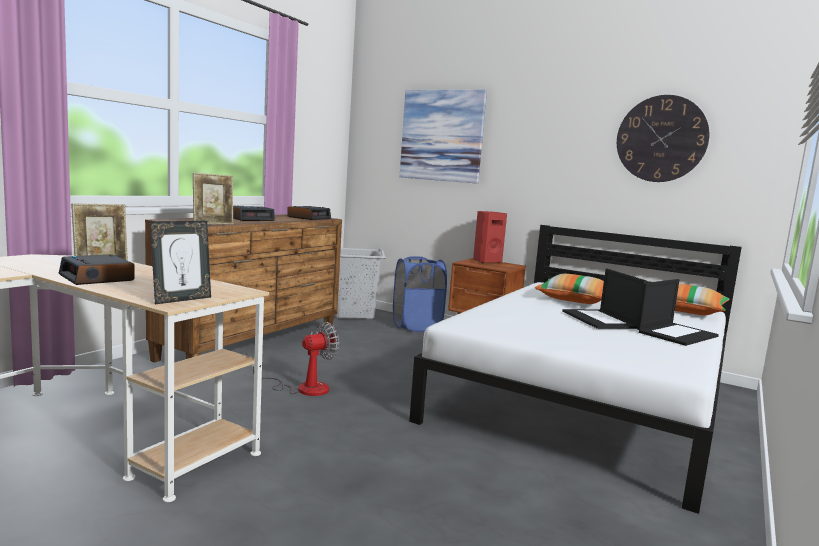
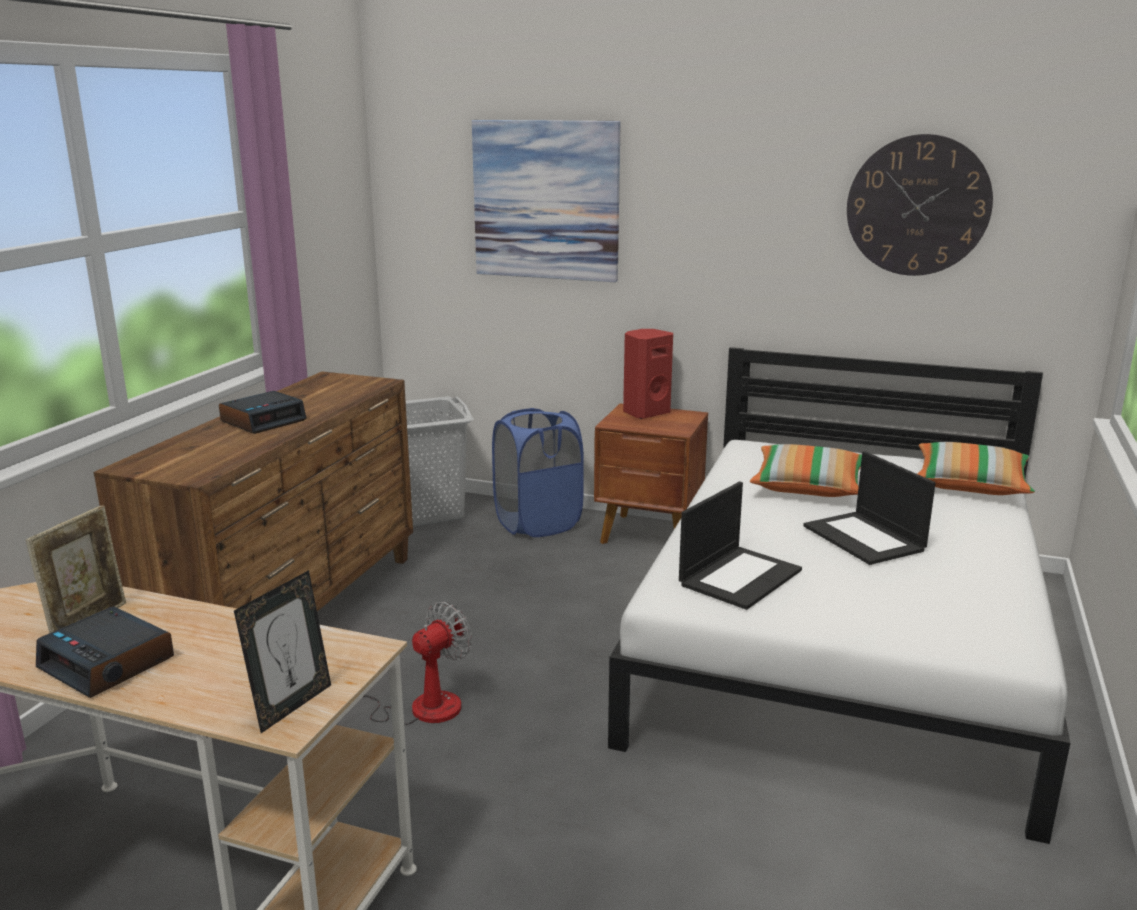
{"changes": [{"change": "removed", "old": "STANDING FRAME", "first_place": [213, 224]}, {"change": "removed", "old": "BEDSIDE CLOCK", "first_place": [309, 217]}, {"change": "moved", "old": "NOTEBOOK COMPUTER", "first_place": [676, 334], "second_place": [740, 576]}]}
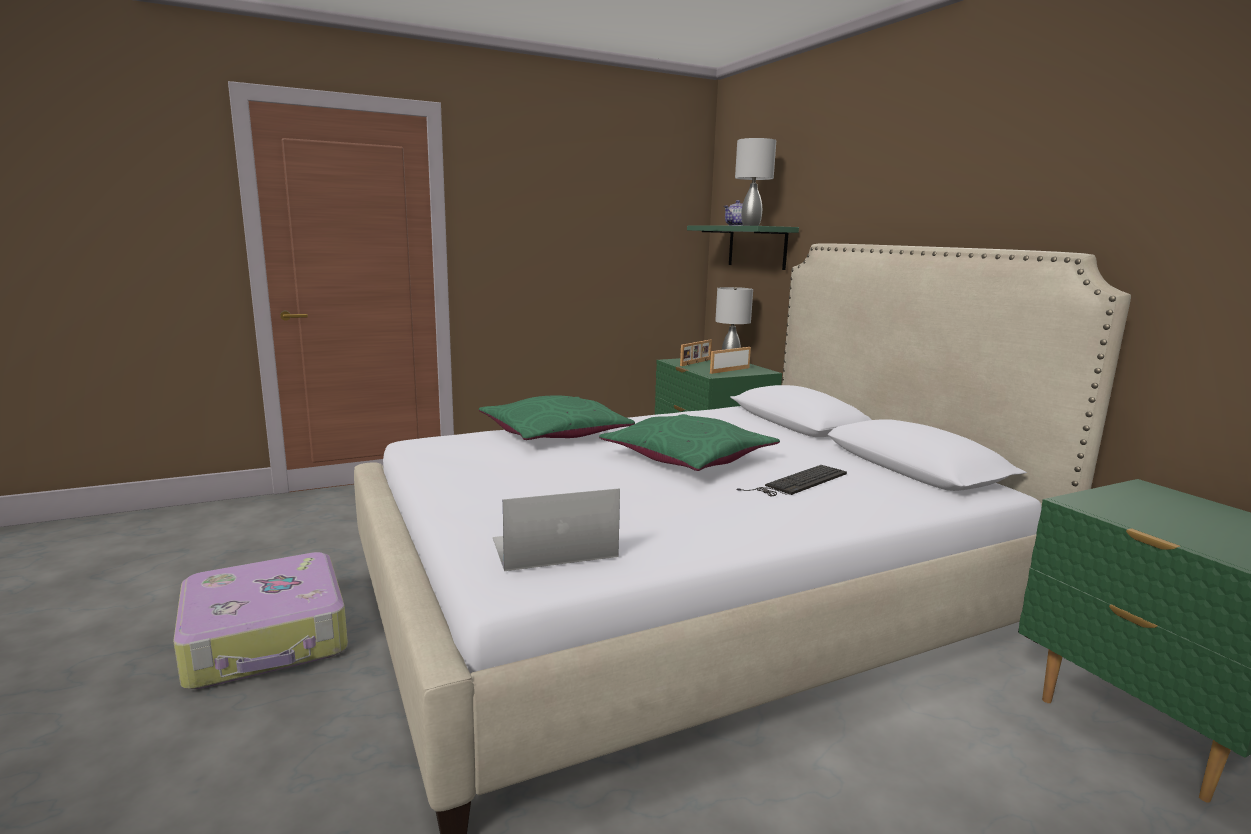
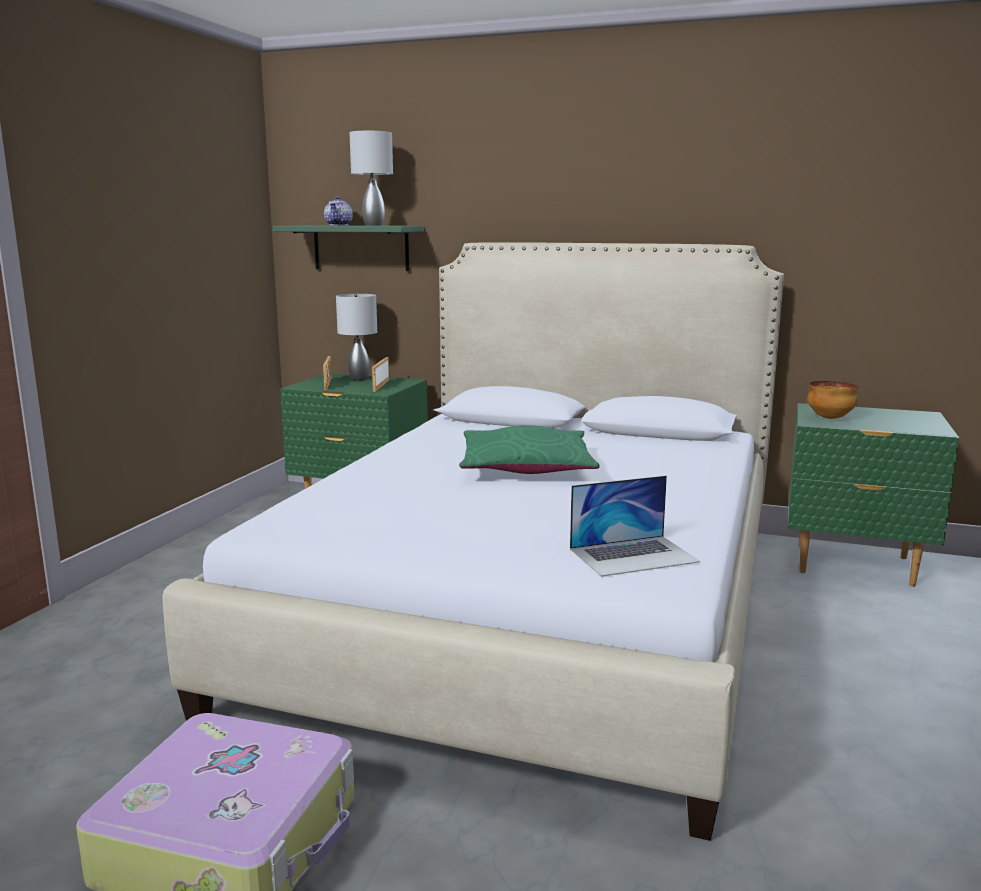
{"changes": [{"change": "removed", "old": "GREENISH THROW PILLOW", "first_place": [554, 433]}, {"change": "removed", "old": "PC KEYBOARD", "first_place": [797, 482]}, {"change": "added", "new": "SERVING BOWL", "second_place": [830, 418]}, {"change": "turned", "old": "NOTEBOOK COMPUTER", "first_place": [553, 547], "second_place": [634, 555], "degrees": -135}]}
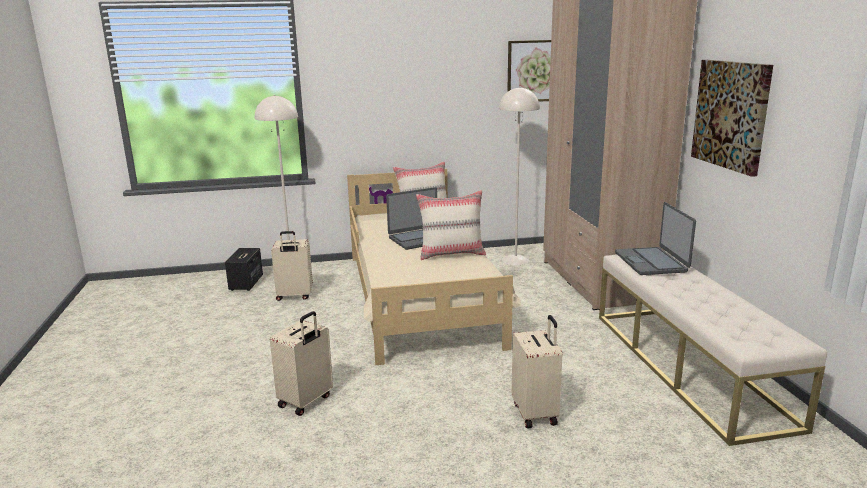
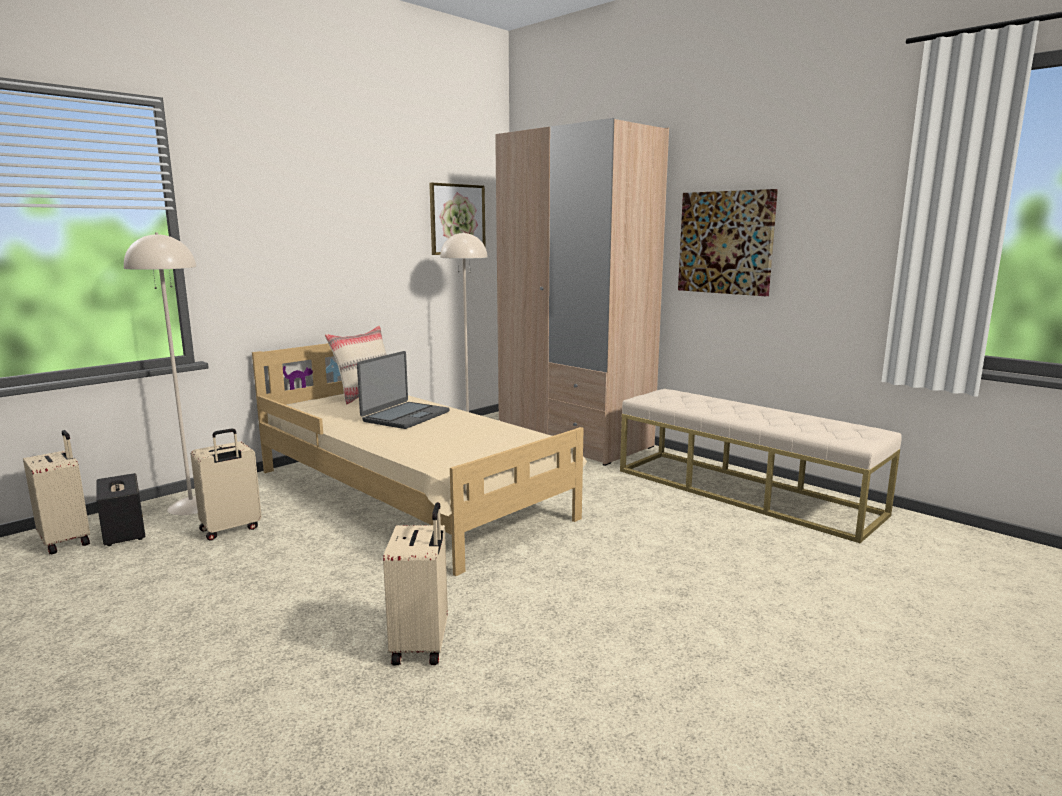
{"changes": [{"change": "removed", "old": "BEIGE-COLOURED THROW PILLOW", "first_place": [452, 254]}, {"change": "removed", "old": "NOTEBOOK COMPUTER", "first_place": [651, 262]}, {"change": "moved", "old": "BEIGE-COLOURED TRAVEL CASE", "first_place": [536, 413], "second_place": [67, 541]}]}
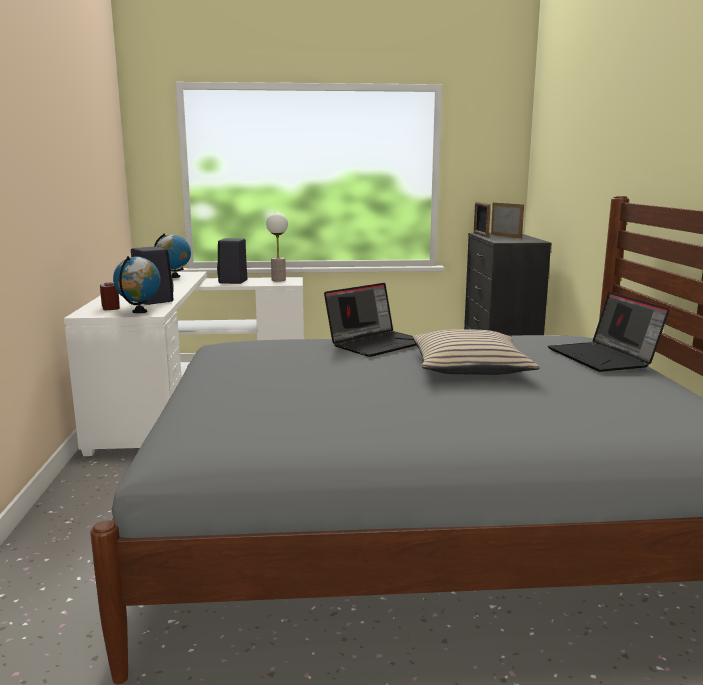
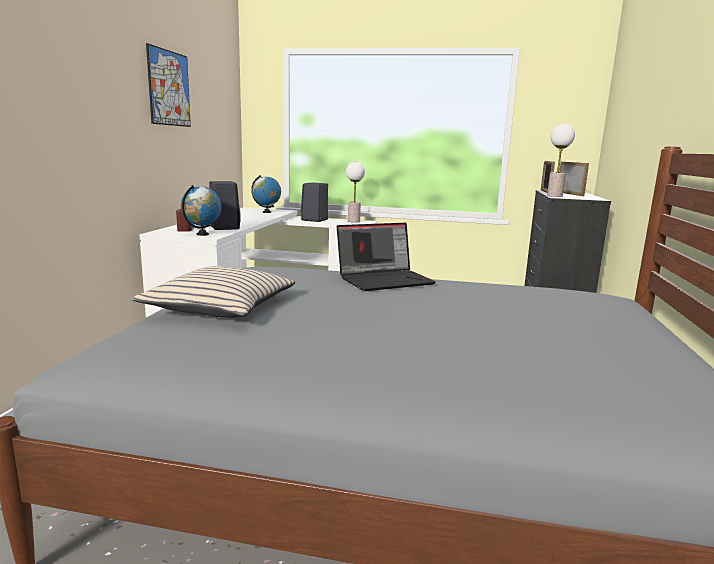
{"changes": [{"change": "removed", "old": "NOTEBOOK COMPUTER", "first_place": [604, 358]}, {"change": "added", "new": "WALL ART", "second_place": [169, 88]}, {"change": "added", "new": "LAMP FOR A TABLE", "second_place": [555, 196]}, {"change": "moved", "old": "BEIGE-COLOURED THROW PILLOW", "first_place": [469, 367], "second_place": [221, 306]}]}
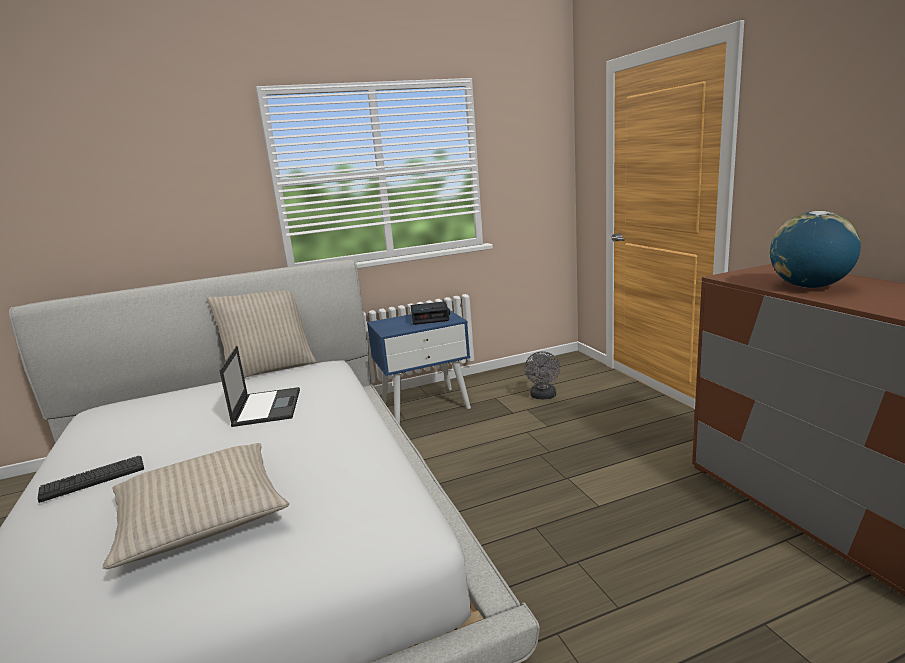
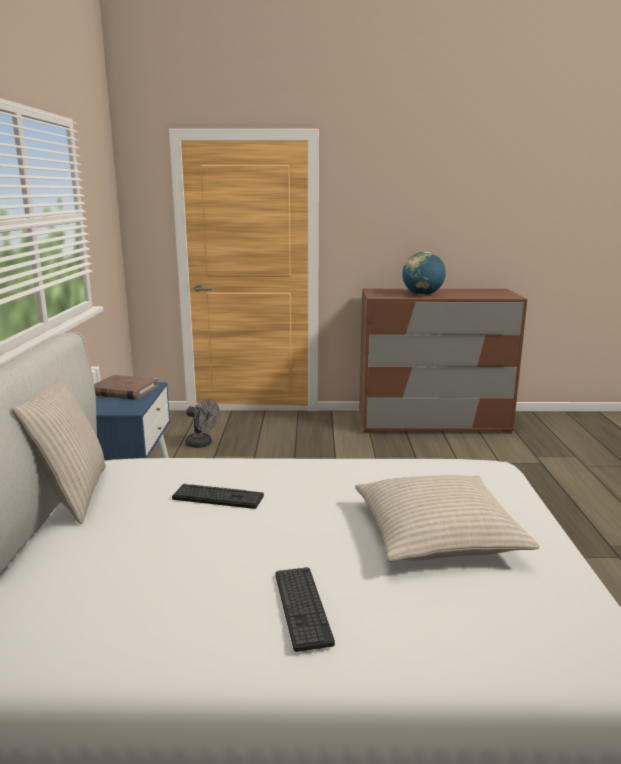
{"changes": [{"change": "replaced", "old": "NOTEBOOK COMPUTER", "new": "PC KEYBOARD", "first_place": [267, 407], "second_place": [218, 497]}, {"change": "replaced", "old": "BEDSIDE CLOCK", "new": "BROWN-COLOURED BOUND BOOK", "first_place": [430, 318], "second_place": [124, 391]}]}
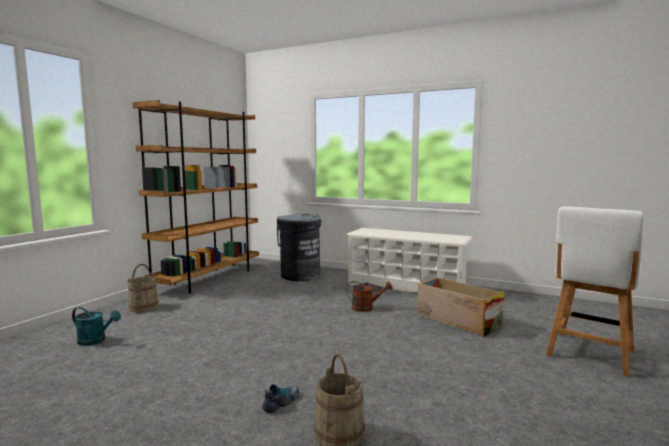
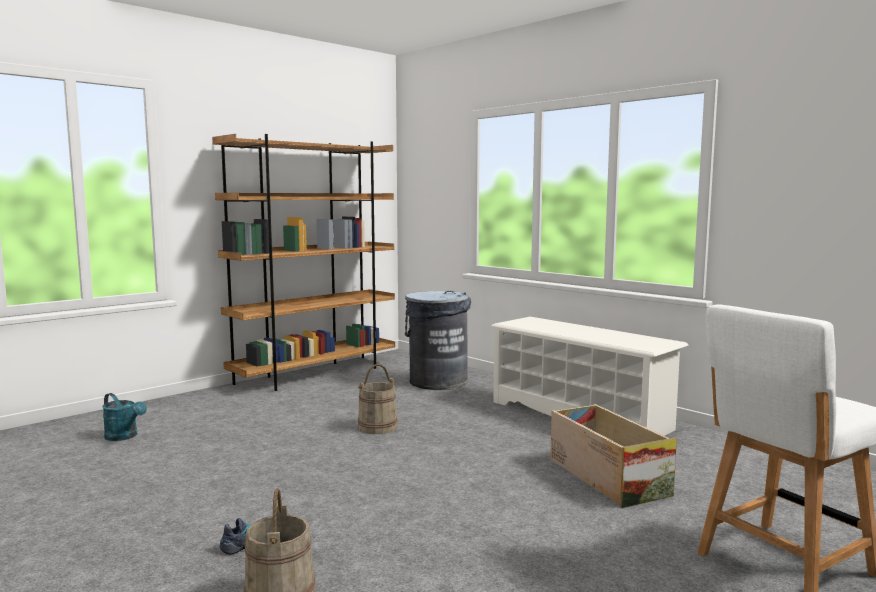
{"changes": [{"change": "removed", "old": "BROWN-COLOURED SPRINKLING CAN", "first_place": [366, 308]}, {"change": "moved", "old": "BEIGE-COLOURED PAIL", "first_place": [143, 307], "second_place": [377, 427]}]}
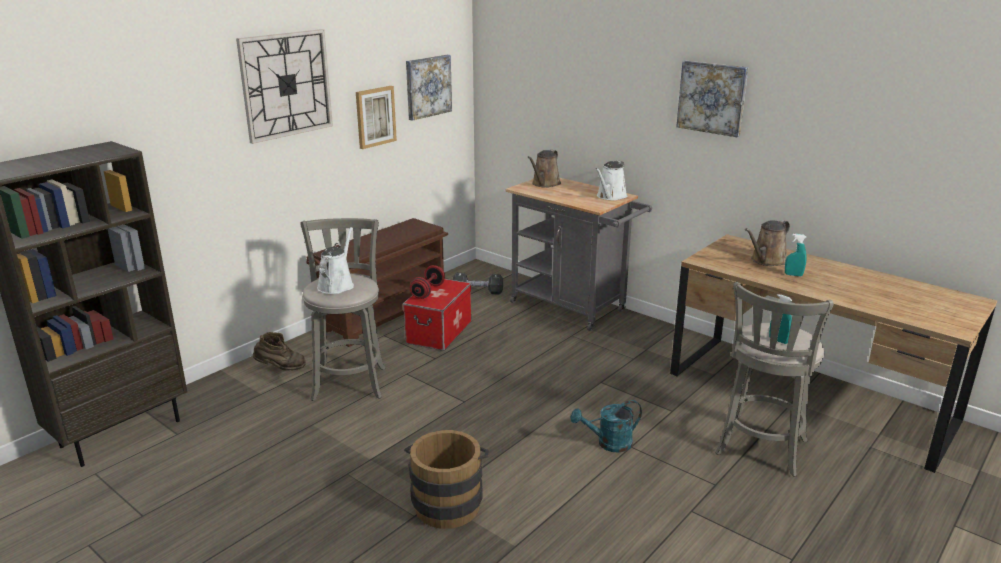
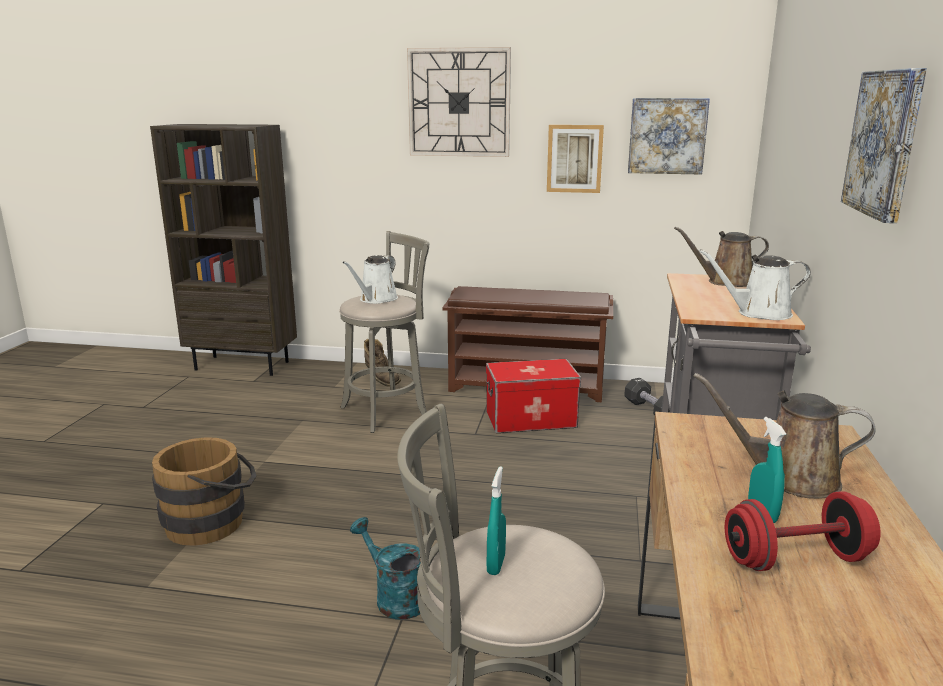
{"changes": [{"change": "moved", "old": "REDDISH DUMBBELL", "first_place": [428, 291], "second_place": [795, 559]}, {"change": "turned", "old": "WHITE SPRINKLING CAN", "first_place": [337, 285], "second_place": [376, 299], "degrees": 135}]}
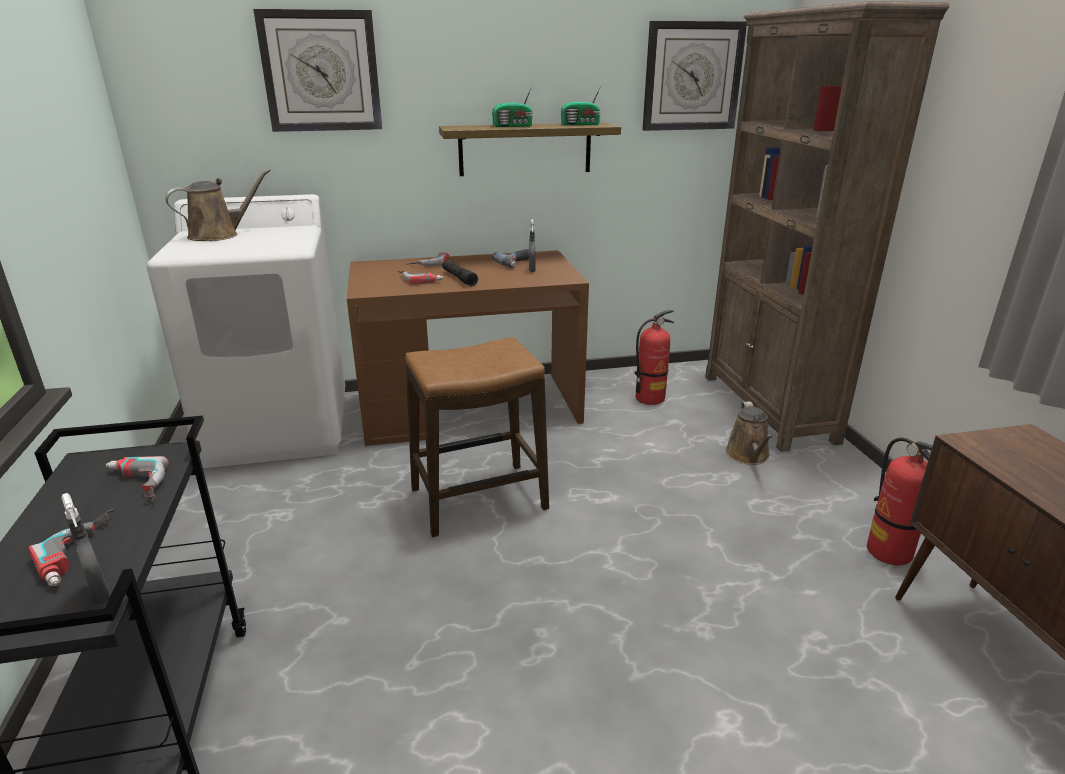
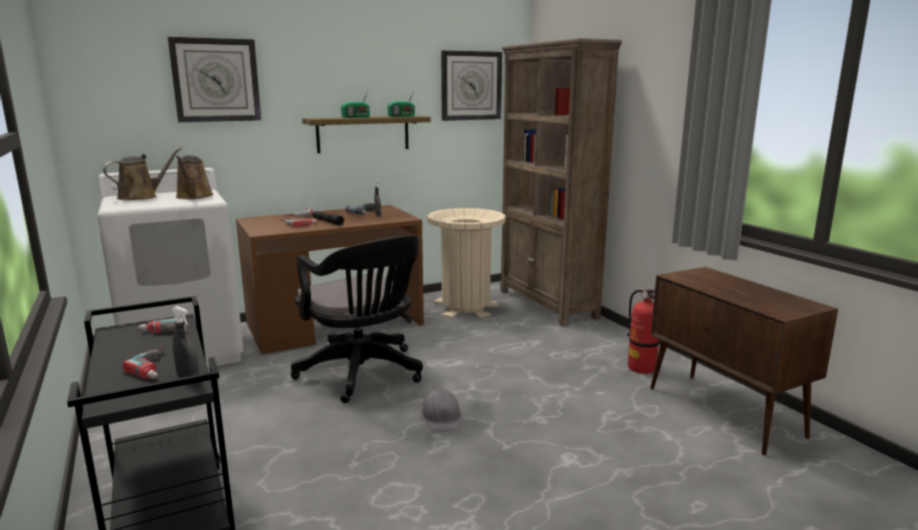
{"changes": [{"change": "added", "new": "GREY HARD HAT", "second_place": [441, 416]}, {"change": "moved", "old": "BROWN-COLOURED SPRINKLING CAN", "first_place": [748, 456], "second_place": [194, 197]}, {"change": "replaced", "old": "STOOL SEAT", "new": "BLACK OFFICE CHAIR", "first_place": [478, 500], "second_place": [363, 374]}, {"change": "replaced", "old": "FIRE EXTINGUISHER", "new": "BEIGE-COLOURED RUBBISH BIN", "first_place": [649, 398], "second_place": [465, 306]}]}
